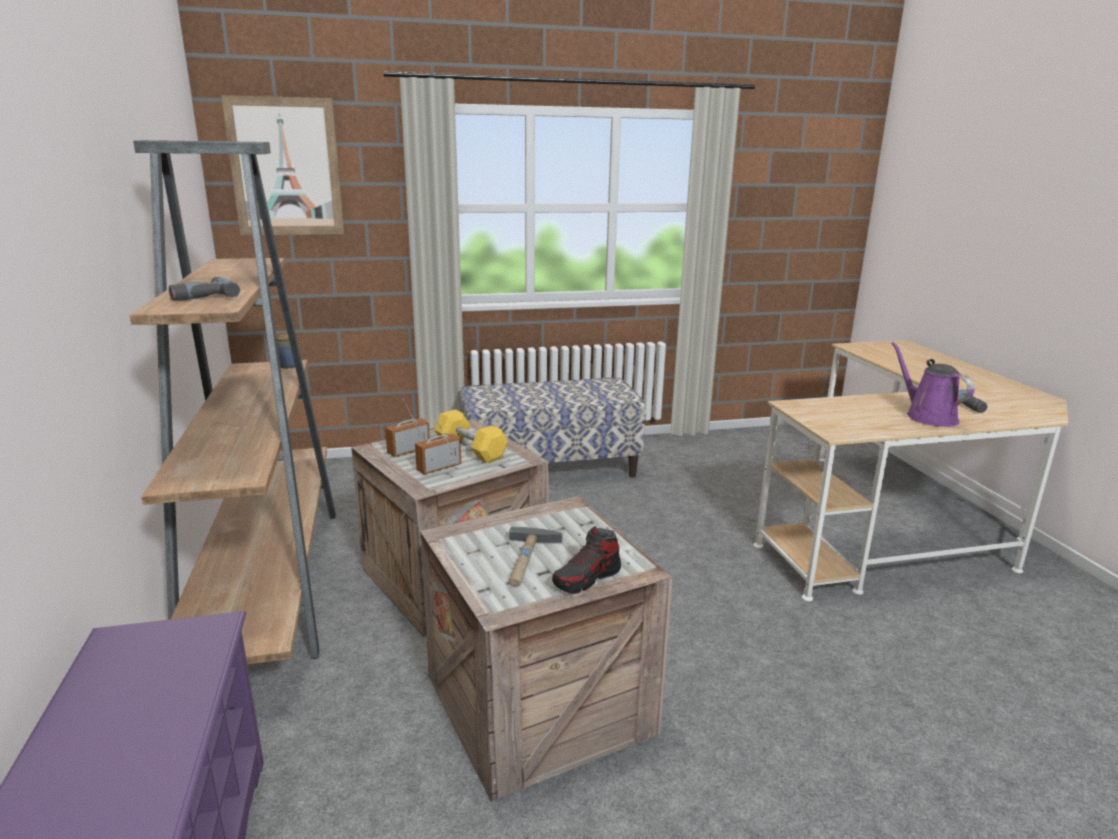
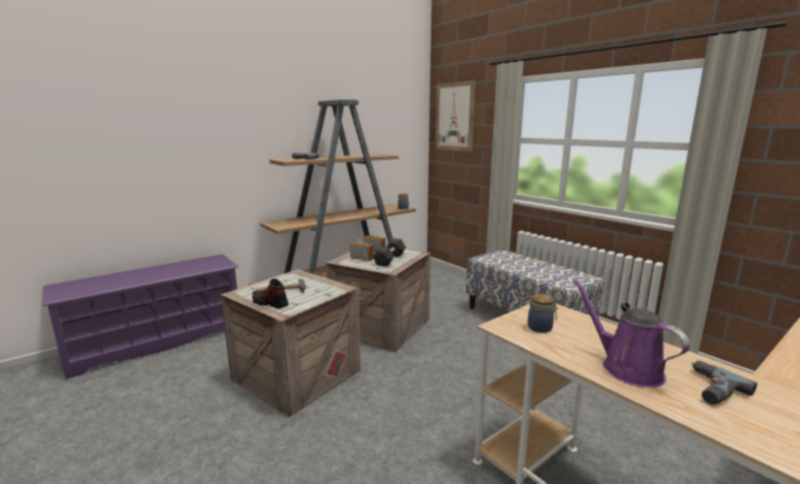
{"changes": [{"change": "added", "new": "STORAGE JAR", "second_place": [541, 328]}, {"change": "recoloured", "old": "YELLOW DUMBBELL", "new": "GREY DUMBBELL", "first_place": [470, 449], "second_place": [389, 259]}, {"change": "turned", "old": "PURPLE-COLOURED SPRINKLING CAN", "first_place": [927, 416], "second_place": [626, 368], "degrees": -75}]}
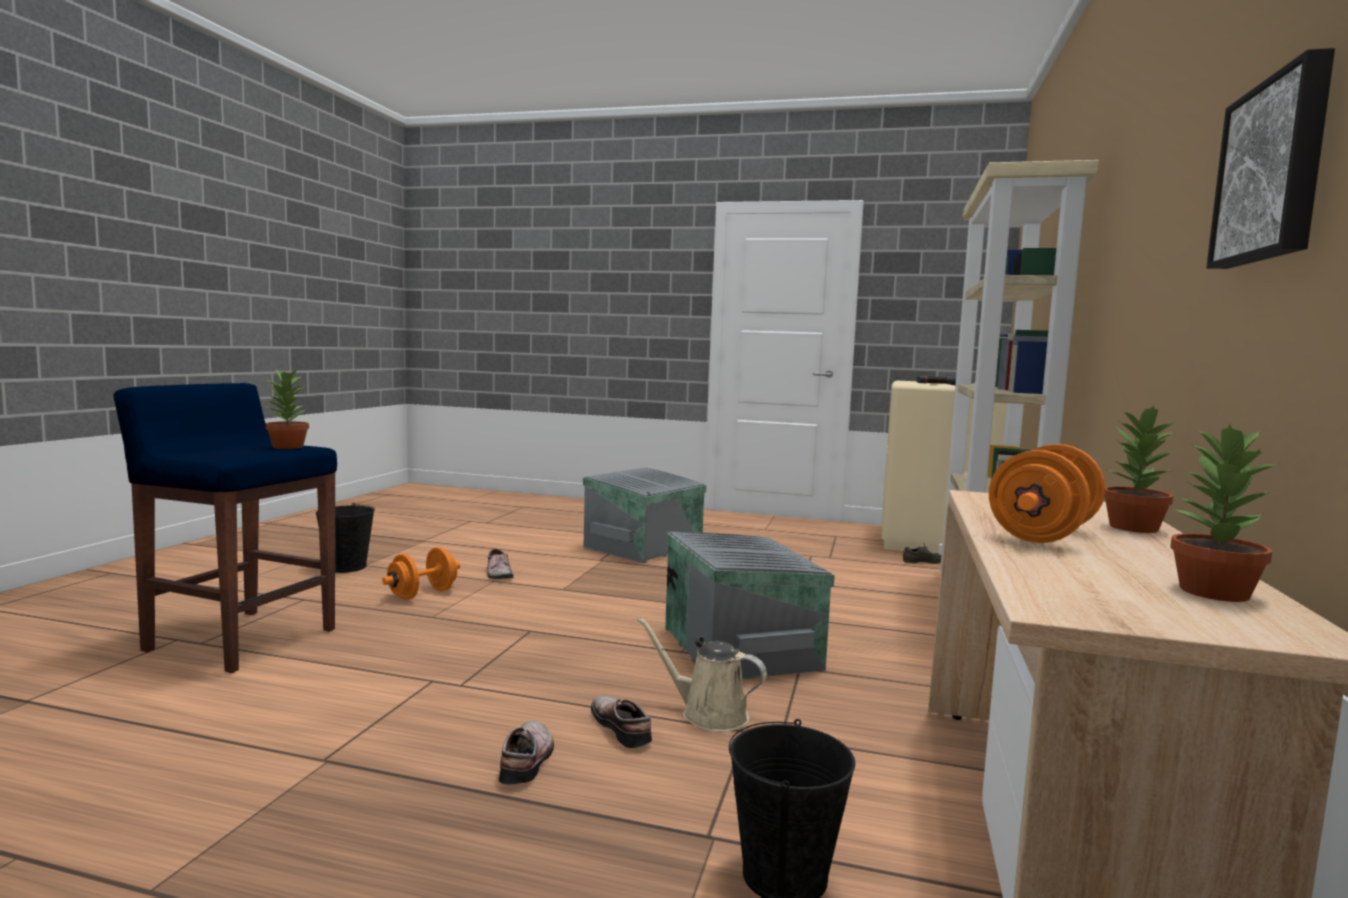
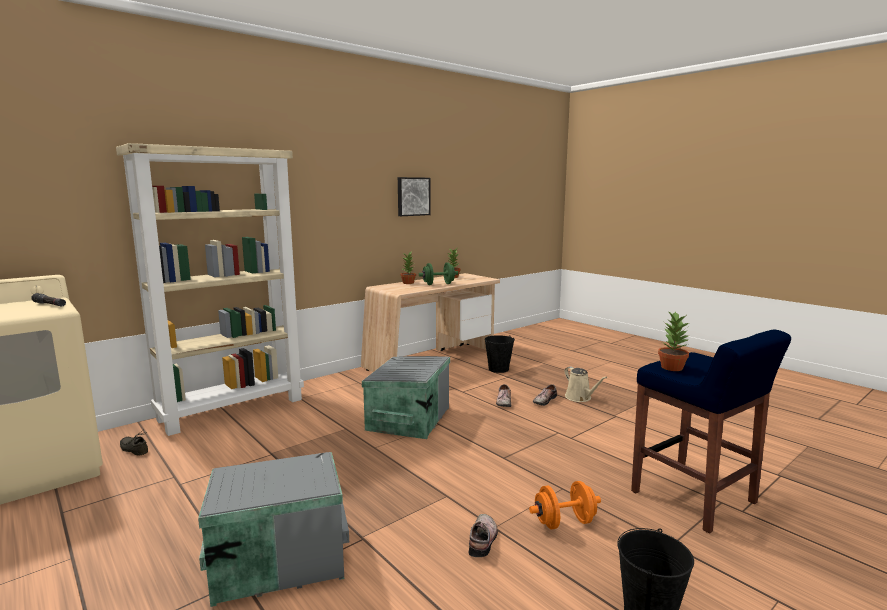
{"changes": [{"change": "moved", "old": "BEIGE-COLOURED SPRINKLING CAN", "first_place": [708, 714], "second_place": [580, 398]}, {"change": "recoloured", "old": "ORANGE-COLOURED DUMBBELL", "new": "GREENISH DUMBBELL", "first_place": [1043, 534], "second_place": [438, 284]}]}
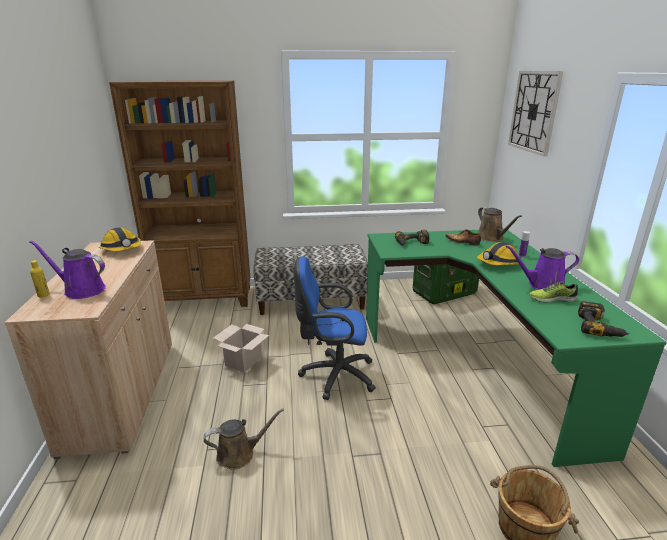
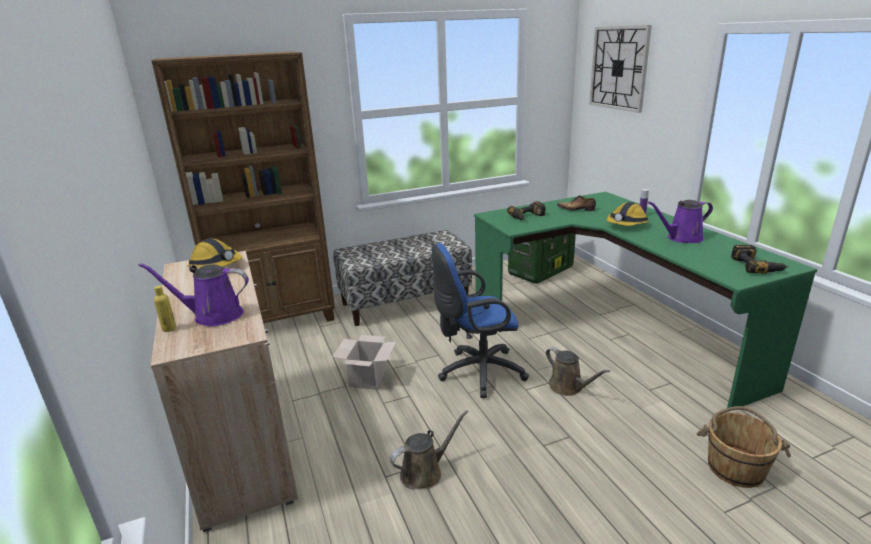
{"changes": [{"change": "removed", "old": "ITEM OF FOOTWEAR", "first_place": [552, 299]}, {"change": "moved", "old": "BROWN-COLOURED SPRINKLING CAN", "first_place": [491, 238], "second_place": [568, 387]}]}
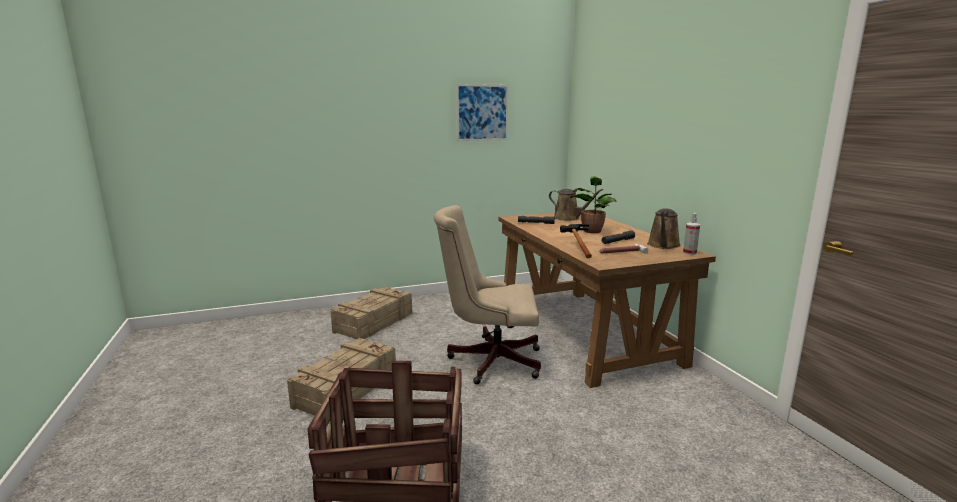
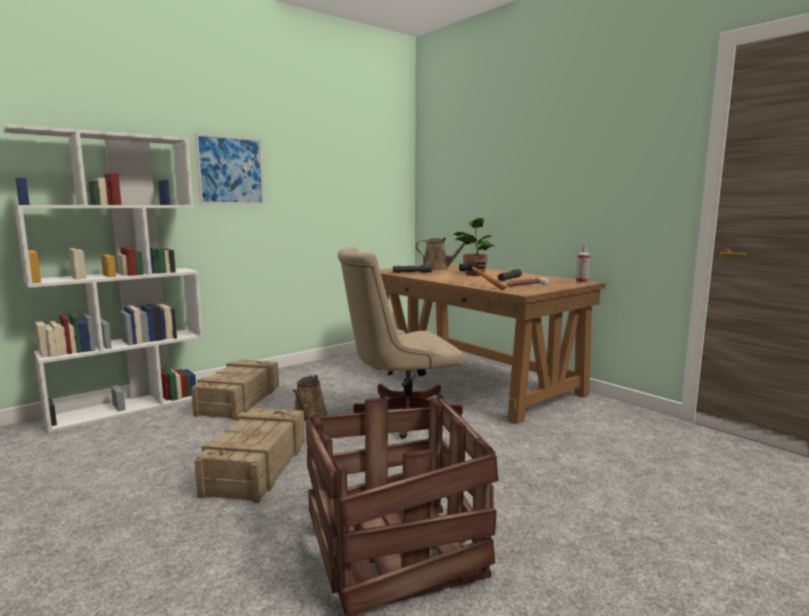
{"changes": [{"change": "added", "new": "WHITE BOOKSHELF", "second_place": [130, 407]}, {"change": "moved", "old": "WALL ART", "first_place": [482, 112], "second_place": [231, 170]}, {"change": "moved", "old": "BROWN-COLOURED SPRINKLING CAN", "first_place": [663, 245], "second_place": [309, 416]}]}
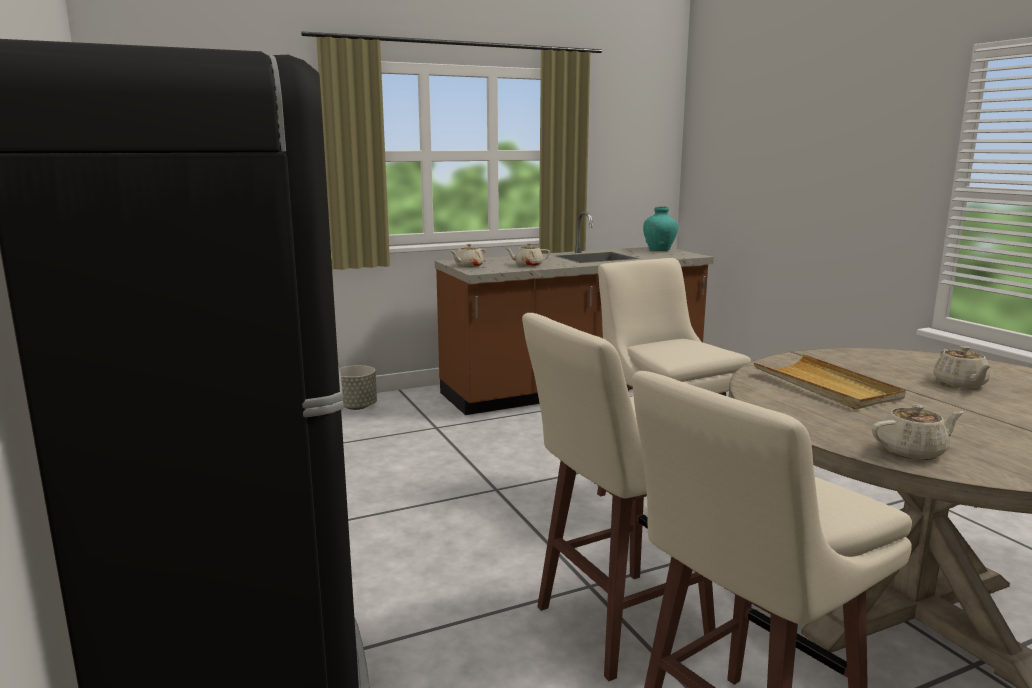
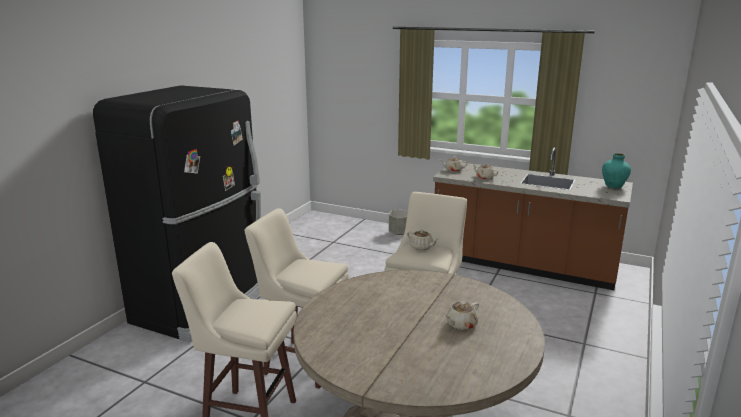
{"changes": [{"change": "removed", "old": "BEIGE-COLOURED TRAY", "first_place": [826, 386]}, {"change": "moved", "old": "BEIGE-COLOURED TEAPOT", "first_place": [913, 451], "second_place": [422, 247]}]}
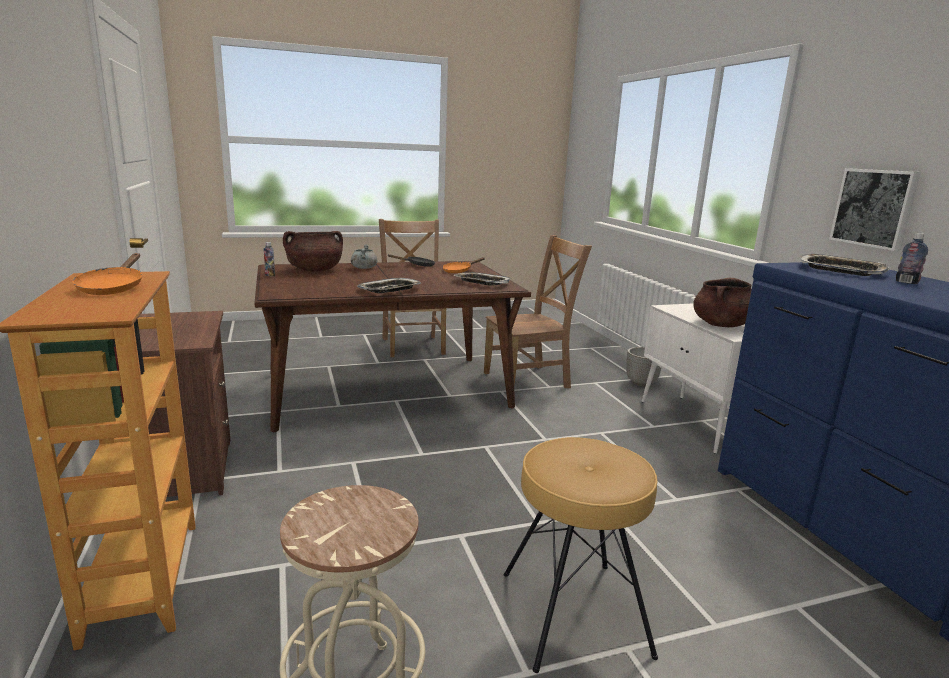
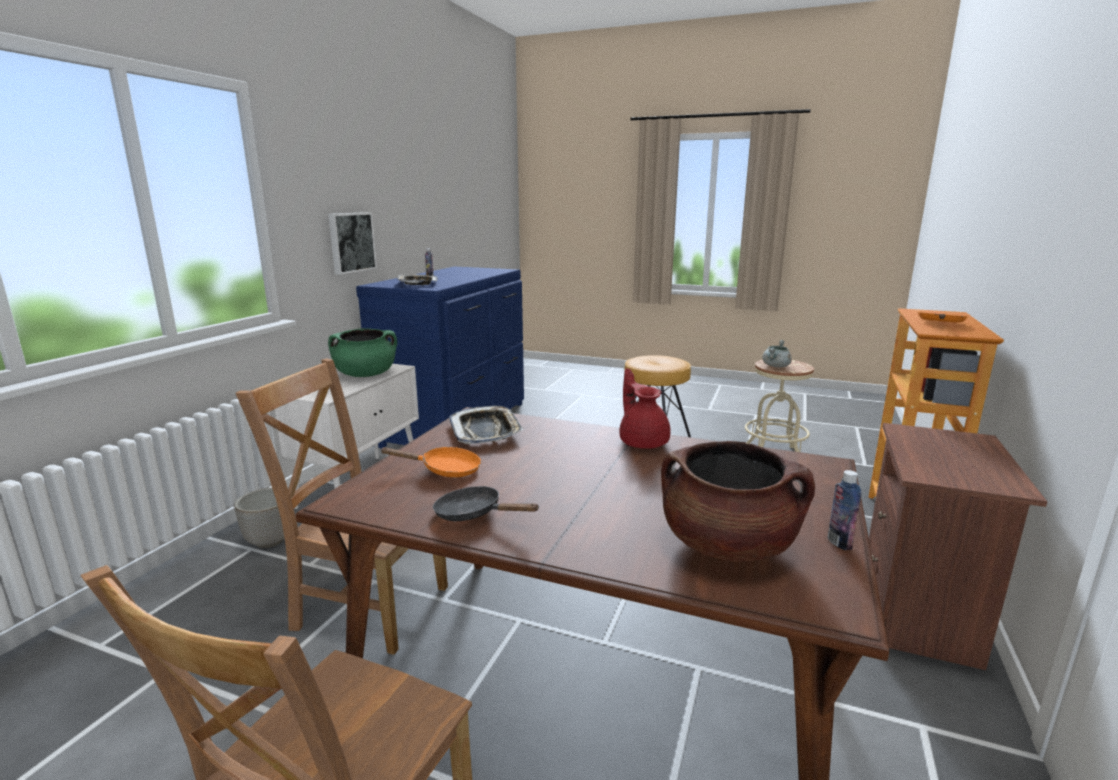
{"changes": [{"change": "moved", "old": "GREY COOKING POT", "first_place": [363, 268], "second_place": [776, 366]}, {"change": "replaced", "old": "TRAY", "new": "REDDISH TEAPOT", "first_place": [389, 290], "second_place": [643, 442]}, {"change": "recoloured", "old": "BROWN-COLOURED COOKING POT", "new": "GREENISH COOKING POT", "first_place": [721, 325], "second_place": [366, 375]}]}
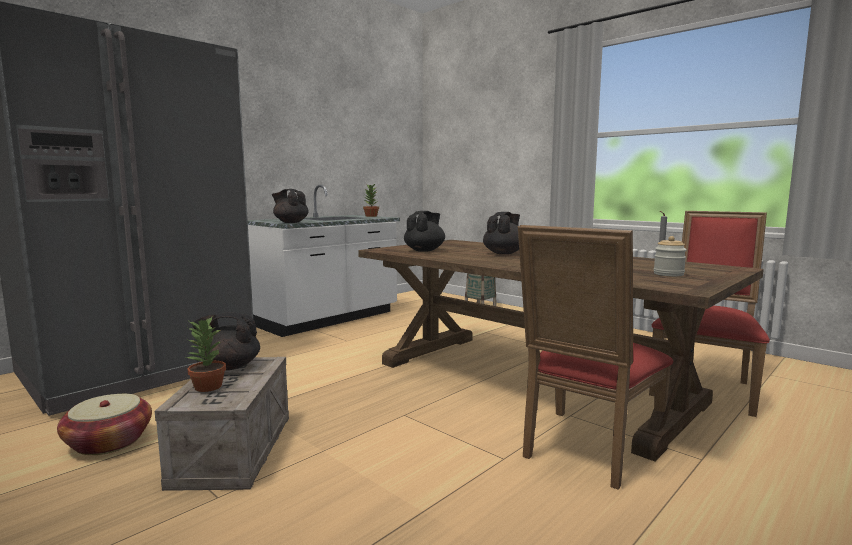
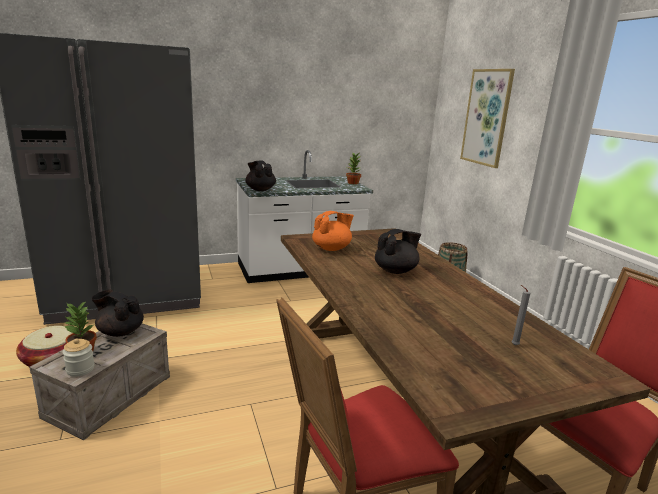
{"changes": [{"change": "added", "new": "WALL ART", "second_place": [487, 117]}, {"change": "moved", "old": "STORAGE JAR", "first_place": [668, 274], "second_place": [80, 369]}, {"change": "recoloured", "old": "BLACK TEAPOT", "new": "ORANGE-COLOURED TEAPOT", "first_place": [425, 250], "second_place": [332, 248]}]}
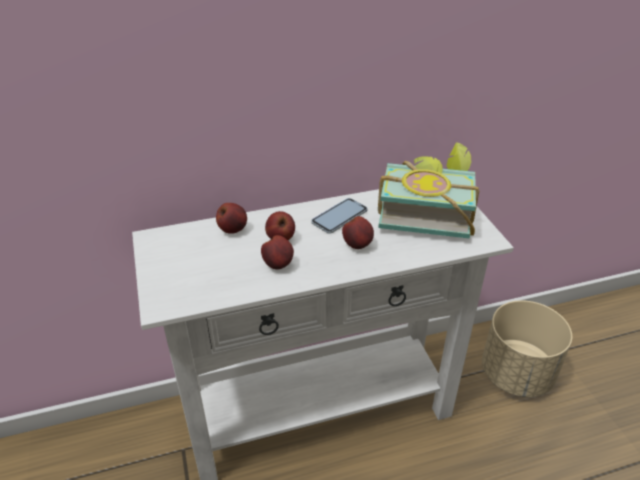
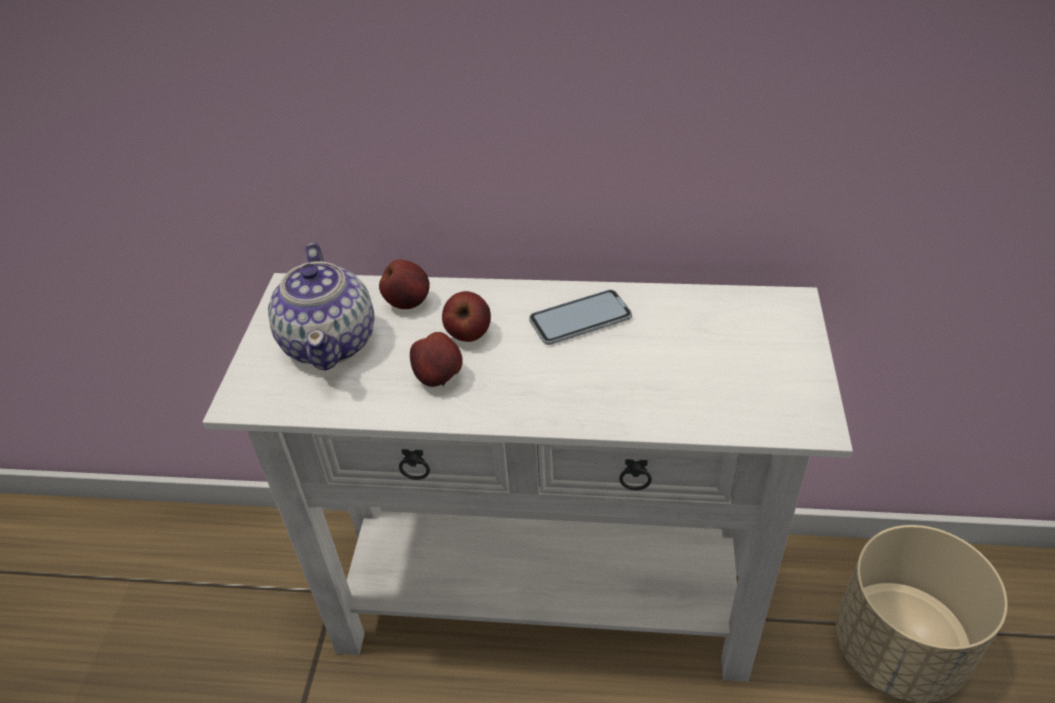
{"changes": [{"change": "removed", "old": "WHOLE APPLE", "first_place": [358, 245]}, {"change": "removed", "old": "BOUND BOOK", "first_place": [425, 211]}, {"change": "added", "new": "TEAPOT", "second_place": [331, 342]}]}
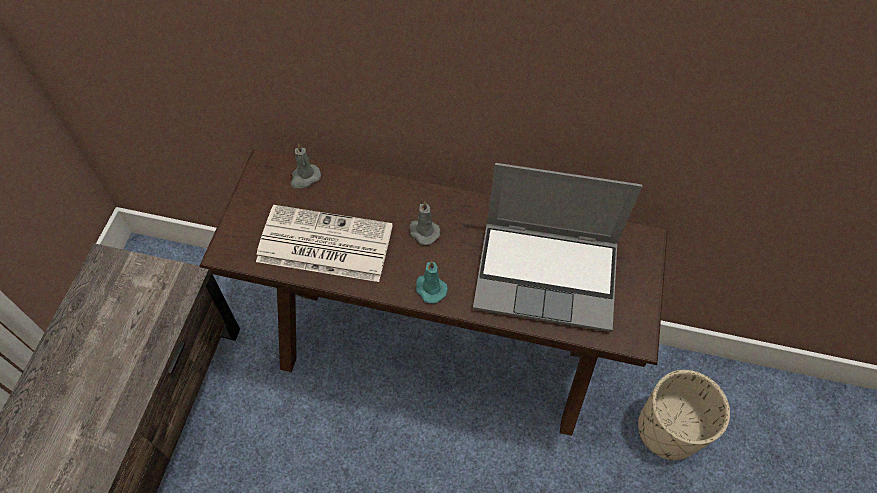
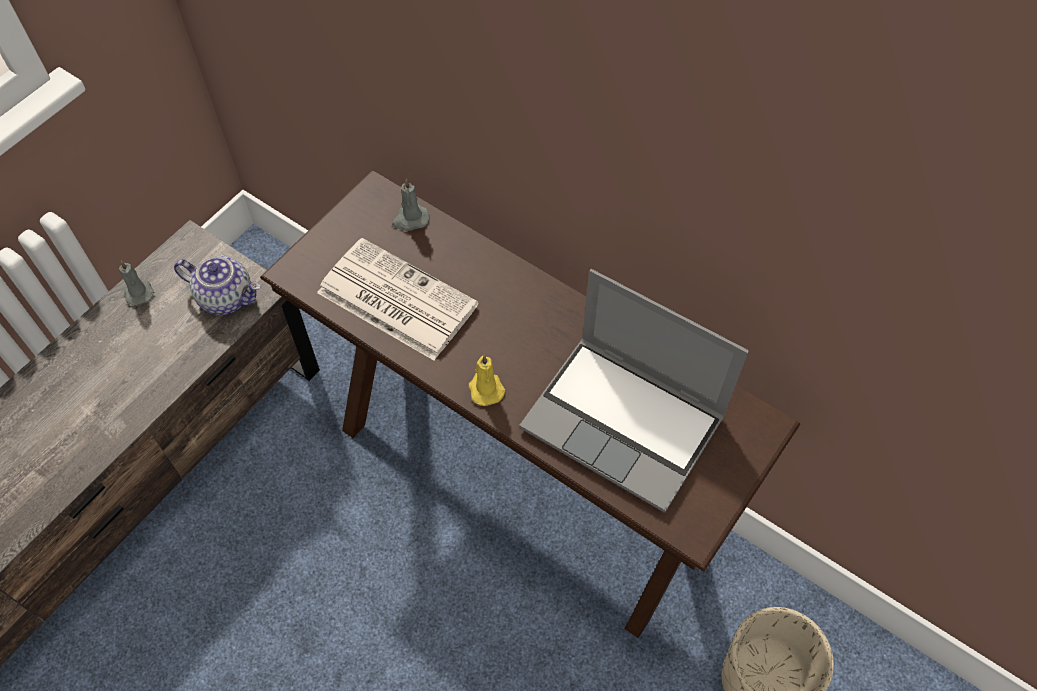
{"changes": [{"change": "added", "new": "TEAPOT", "second_place": [227, 297]}, {"change": "moved", "old": "GREY WAX CANDLE", "first_place": [423, 232], "second_place": [139, 292]}, {"change": "recoloured", "old": "TURQUOISE-COLOURED WAX CANDLE", "new": "YELLOW WAX CANDLE", "first_place": [430, 288], "second_place": [485, 388]}]}
